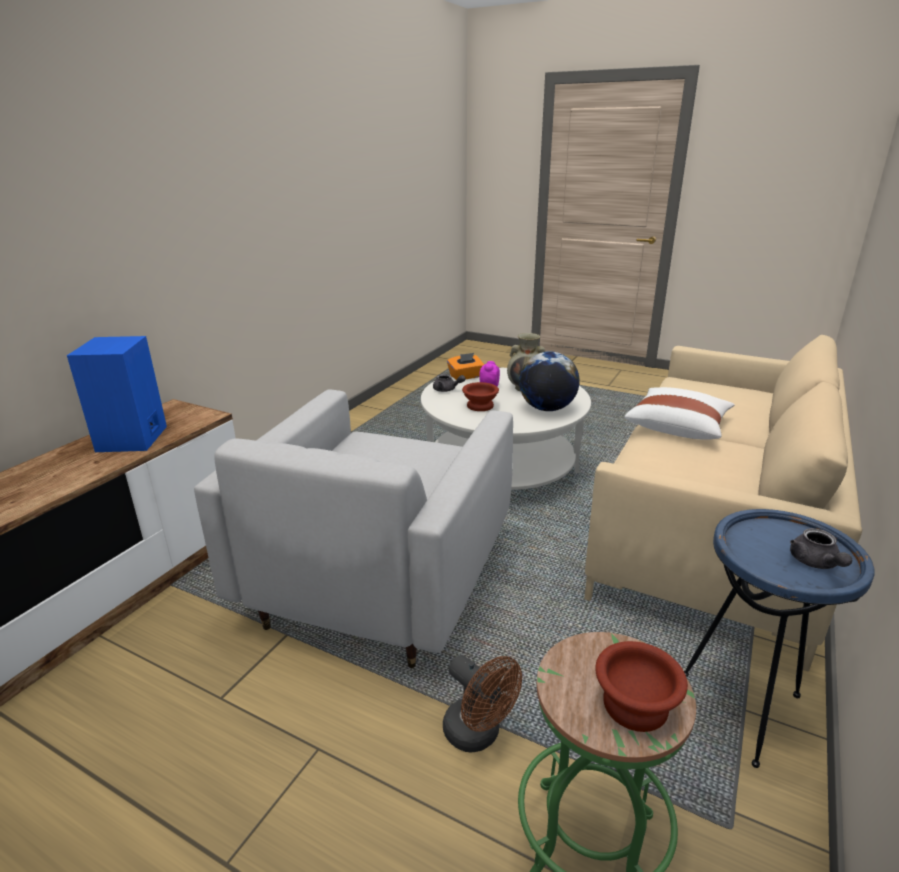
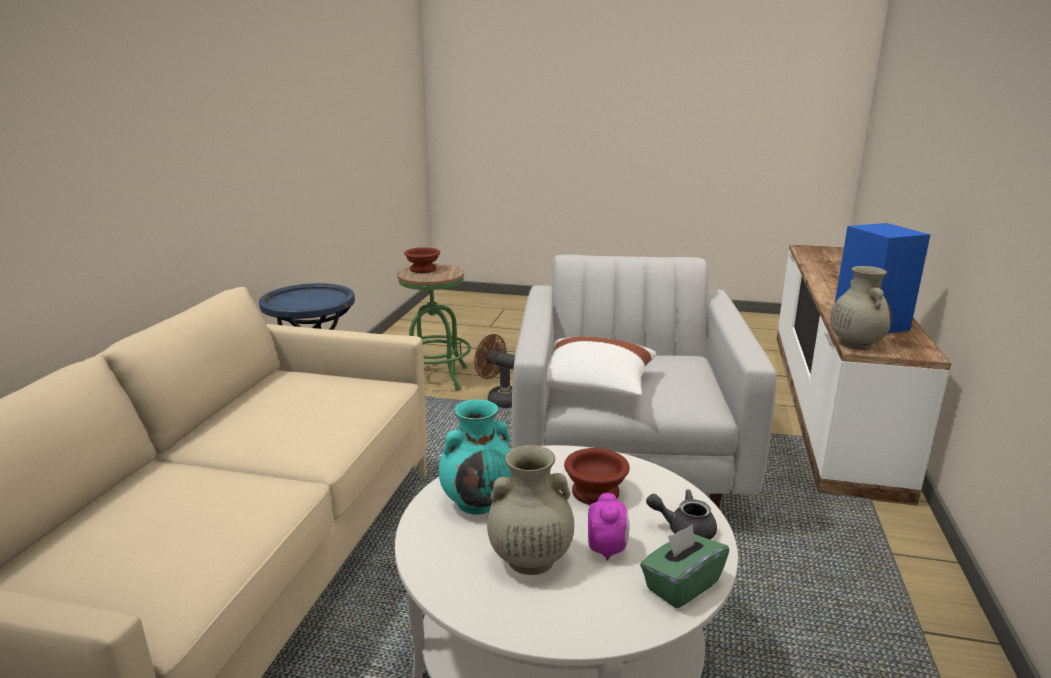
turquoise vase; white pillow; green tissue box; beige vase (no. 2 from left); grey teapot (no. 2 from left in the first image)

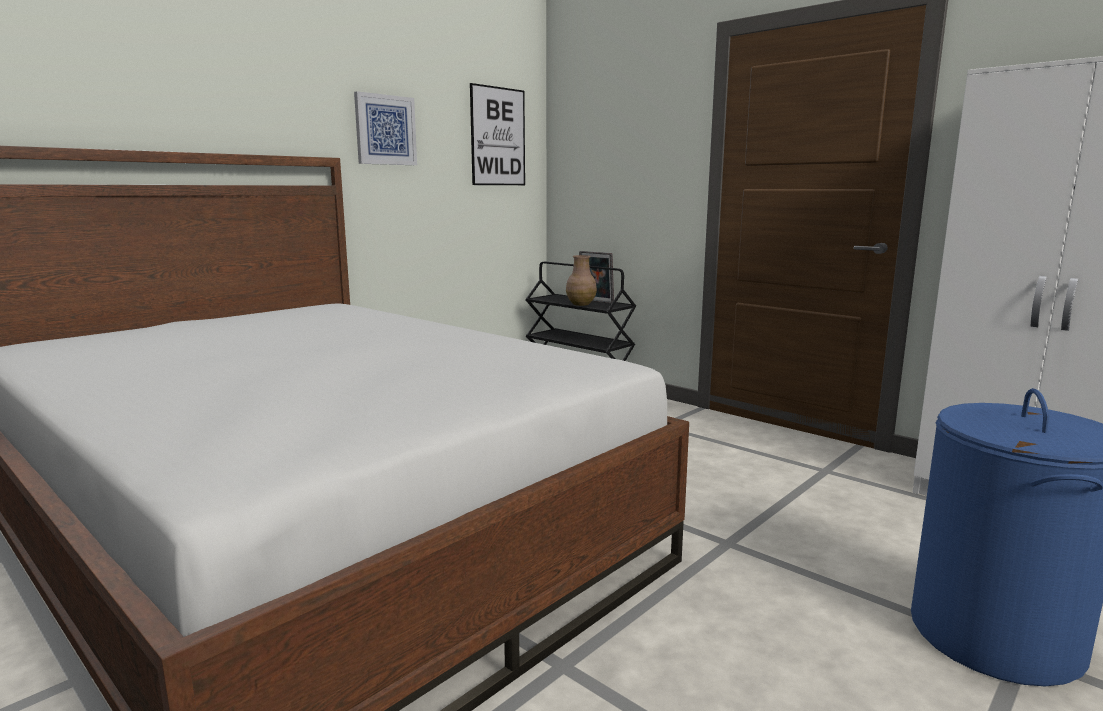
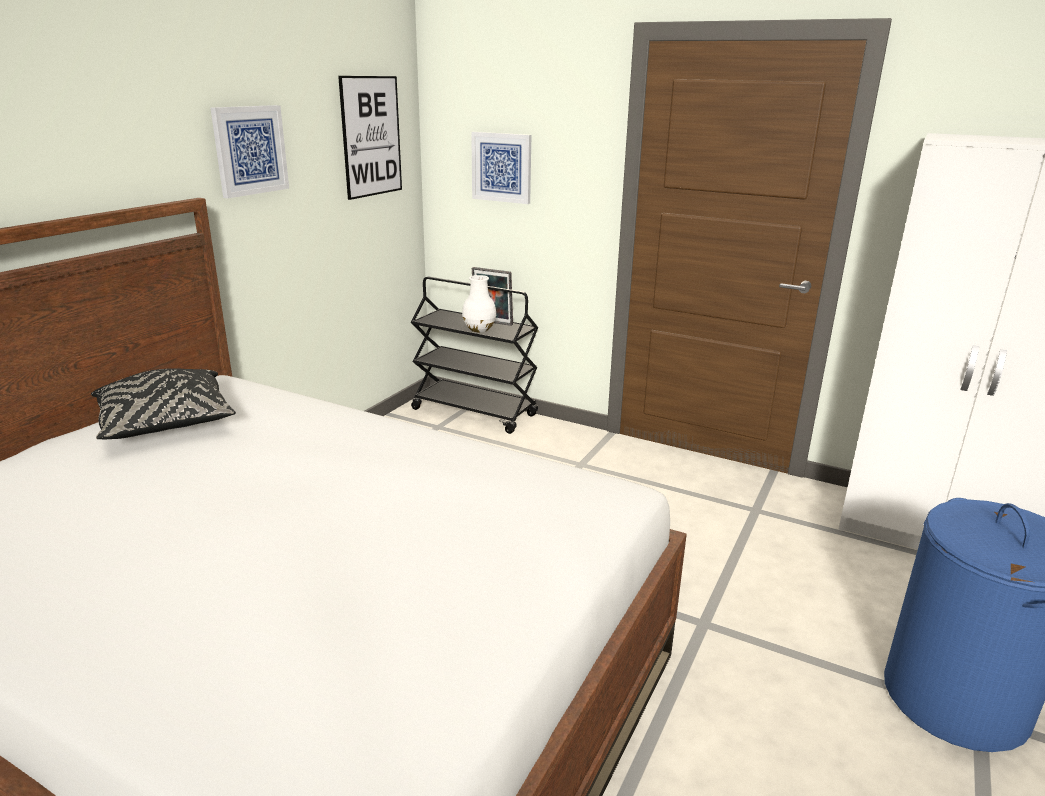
black pillow; white vase; picture (no. 3 from left)

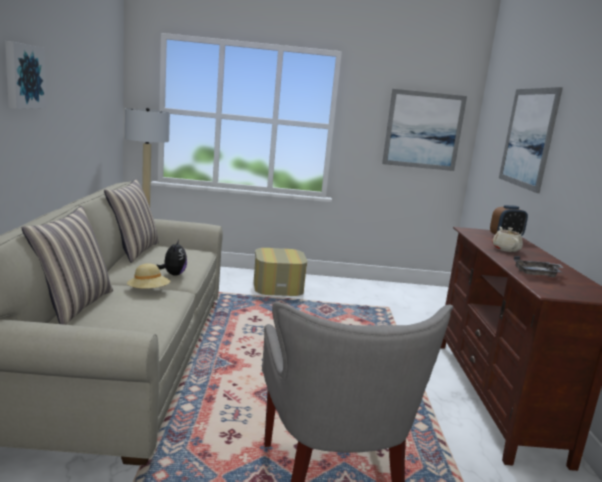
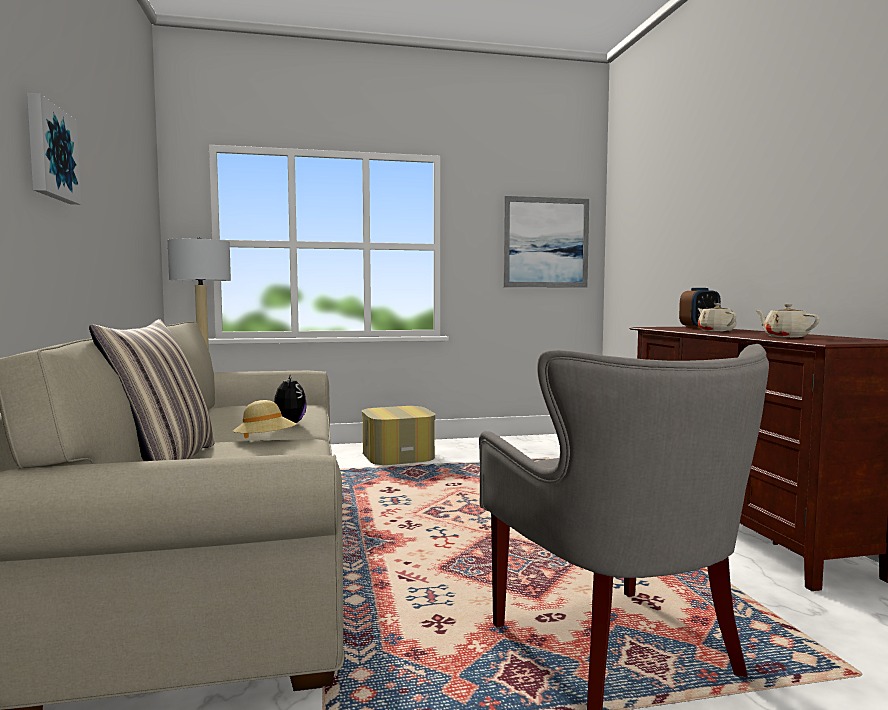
beige teapot (no. 2 from left); pillow (no. 2 from left in the first image); picture (no. 3 from left in the first image)

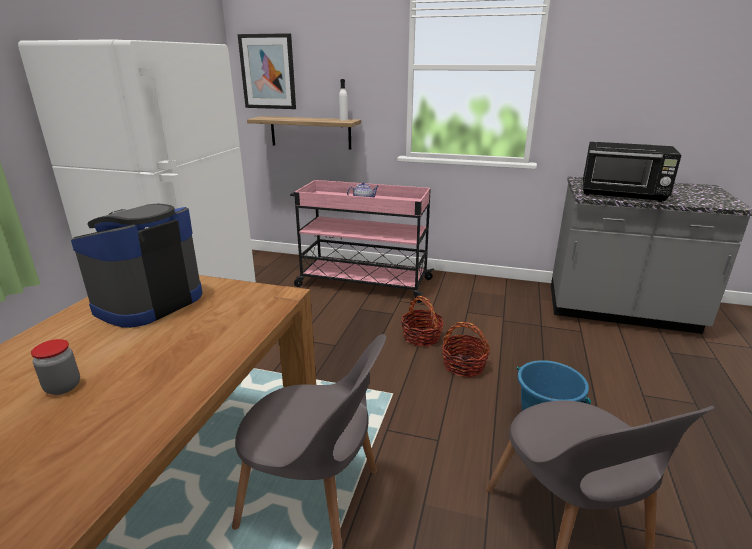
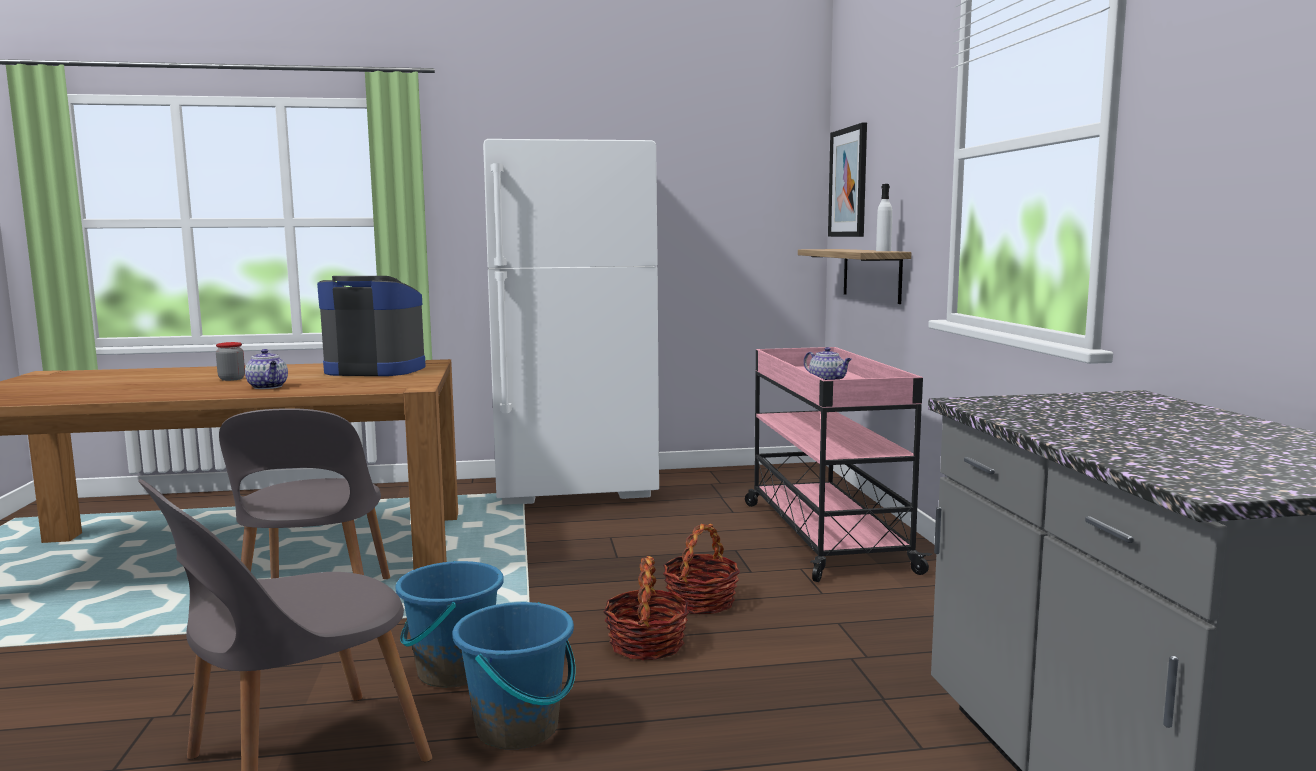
teapot (no. 1 from left); blue bucket (no. 1 from left); black microwave

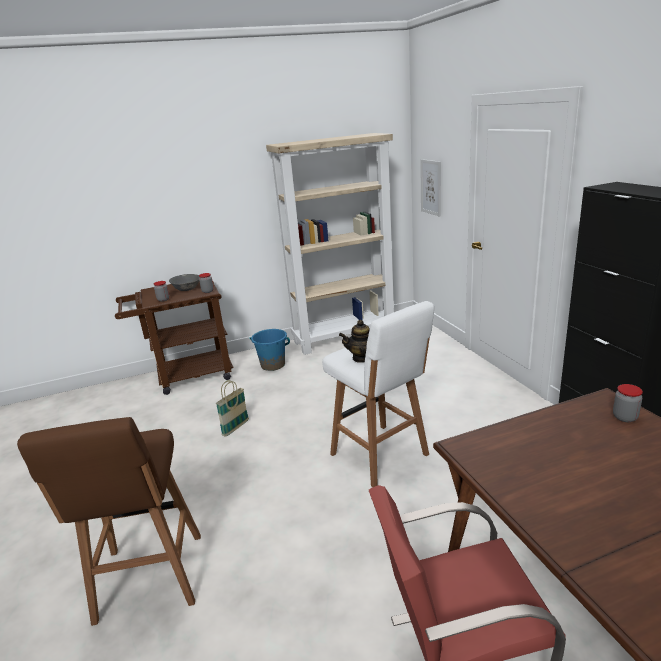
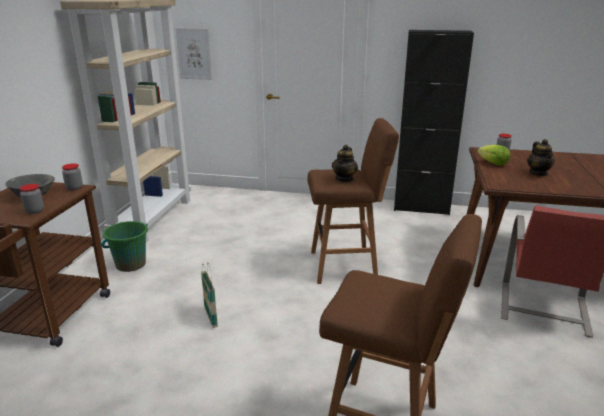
green bucket; brown stool (no. 1 from left); lettuce; teapot (no. 2 from left)

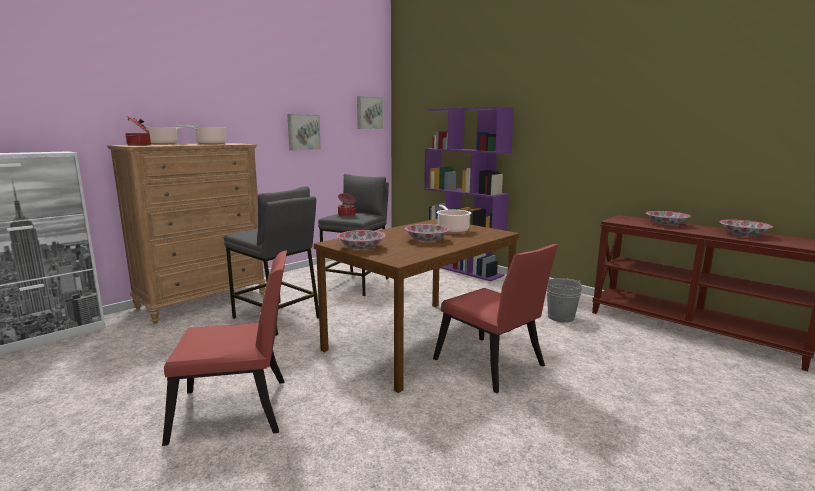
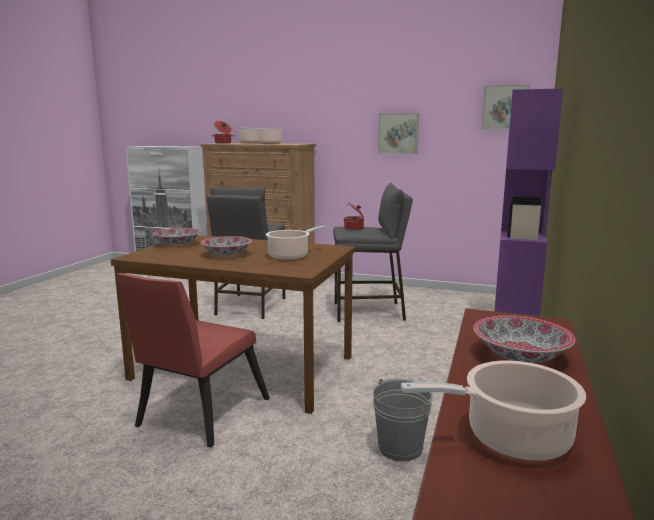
cooking pot (no. 6 from left); red chair (no. 1 from left in the first image)

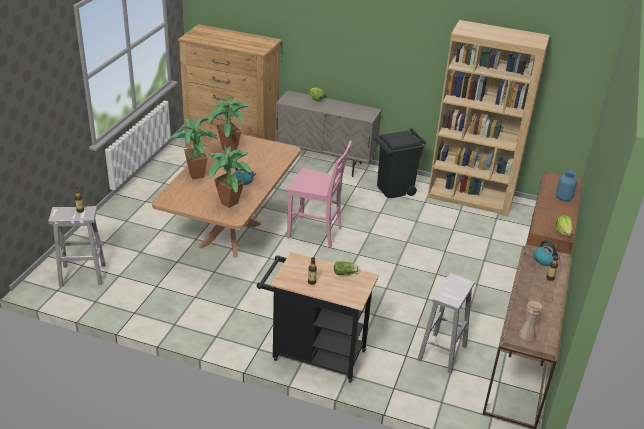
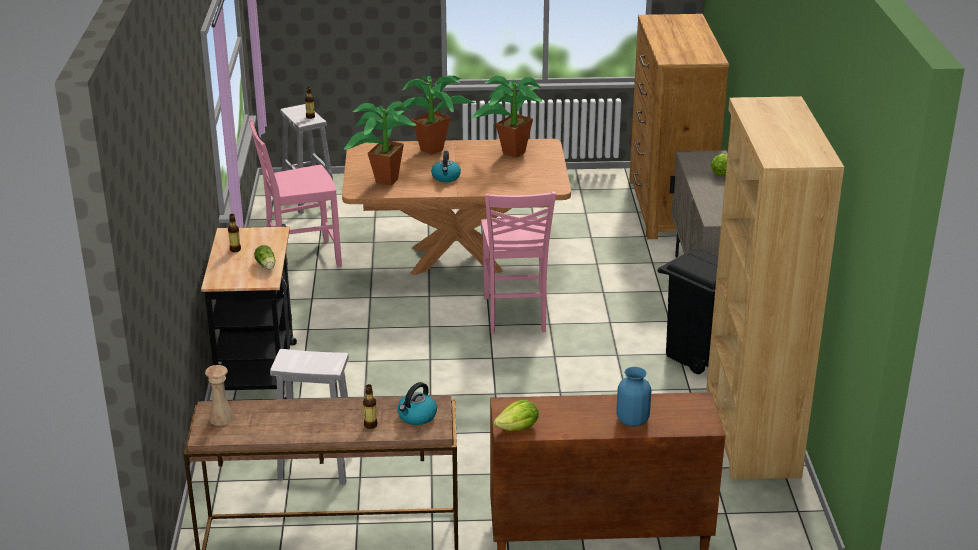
pink chair (no. 1 from left)

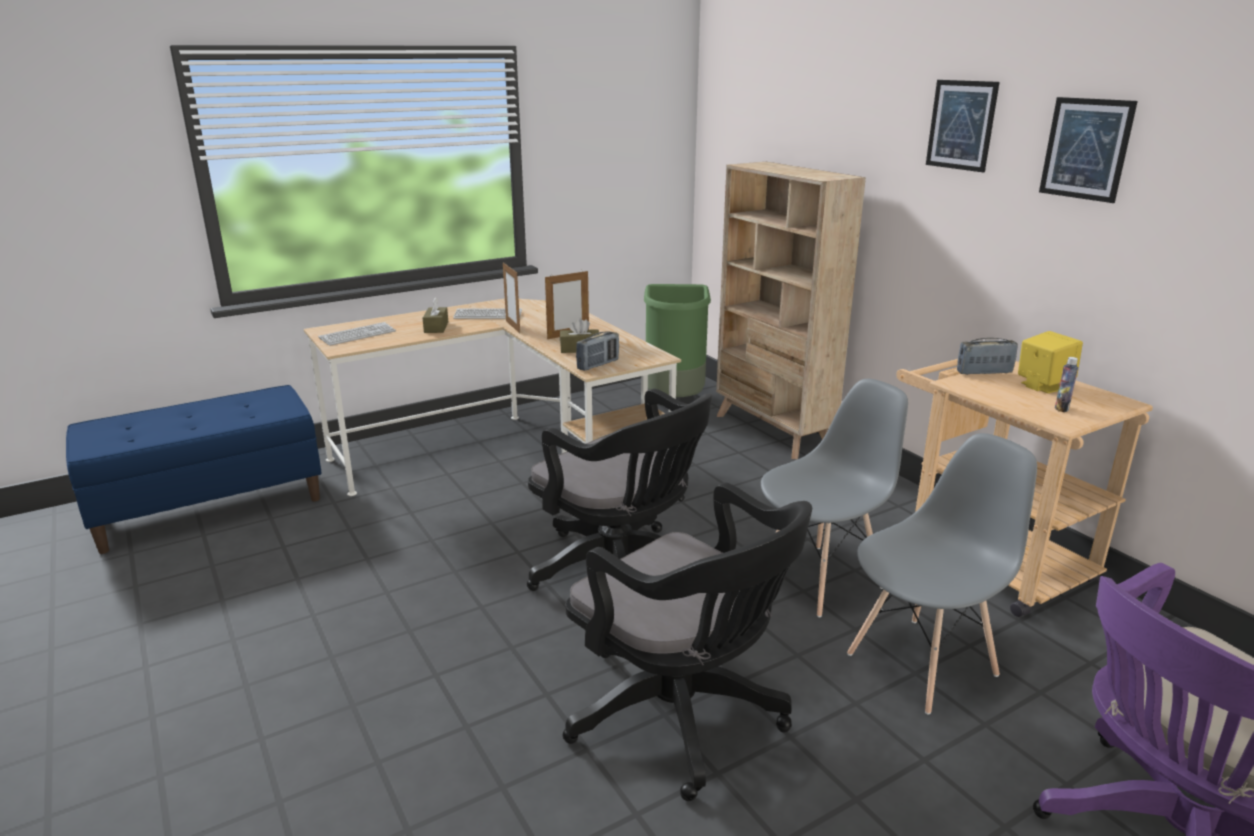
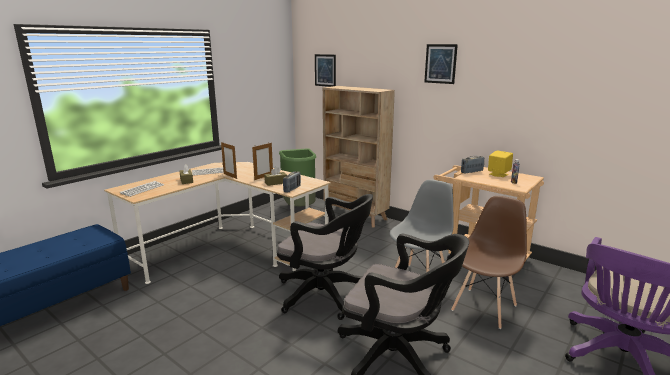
picture (no. 1 from left); brown chair

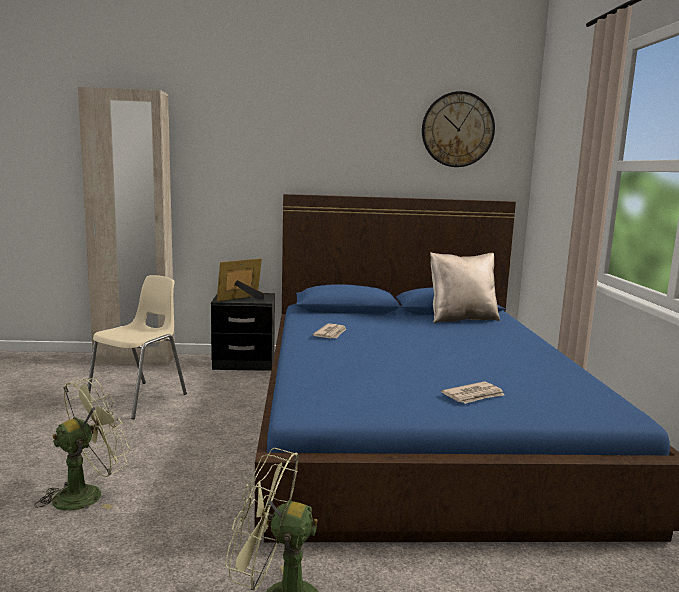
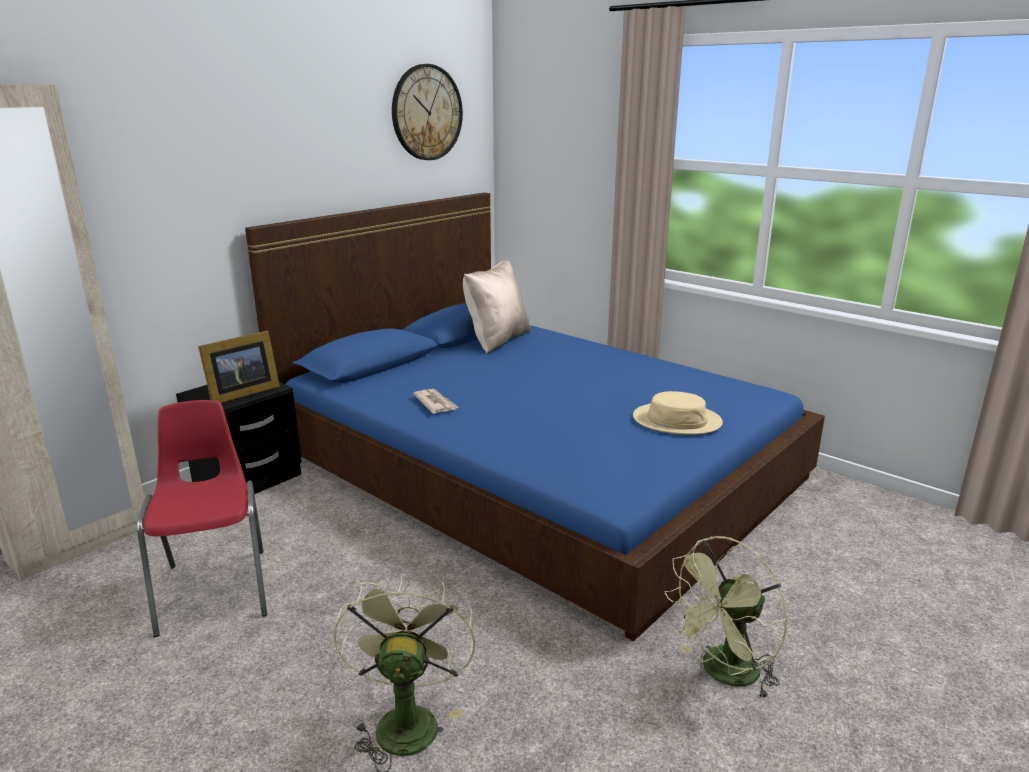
red chair; picture frame; beige hat

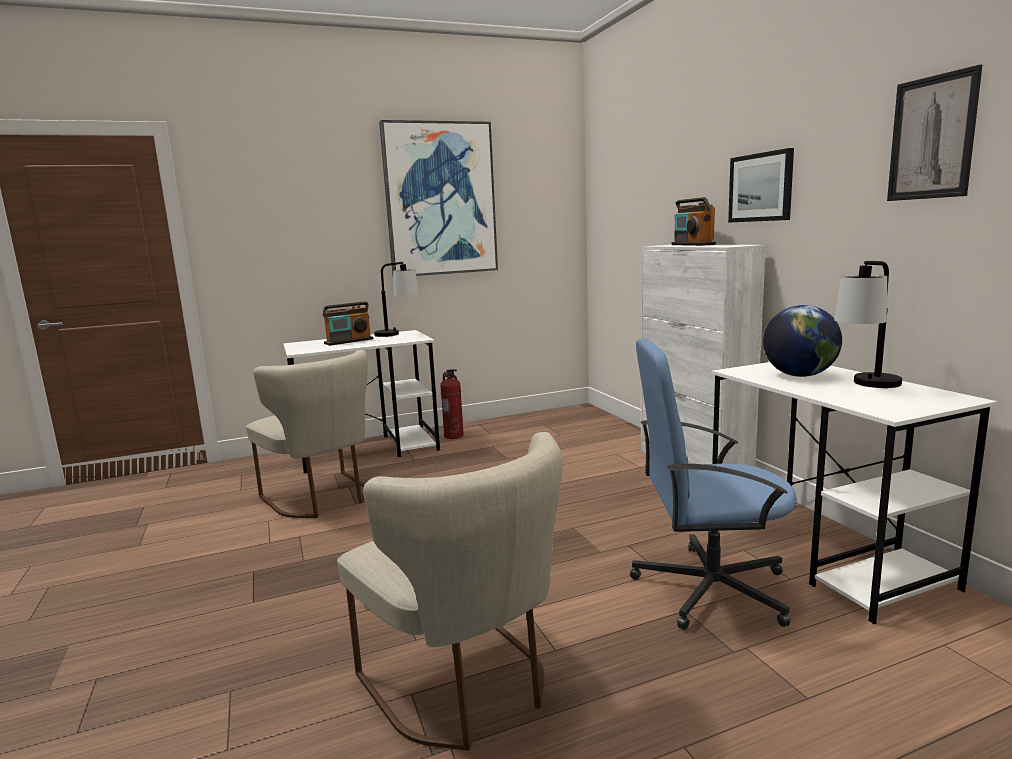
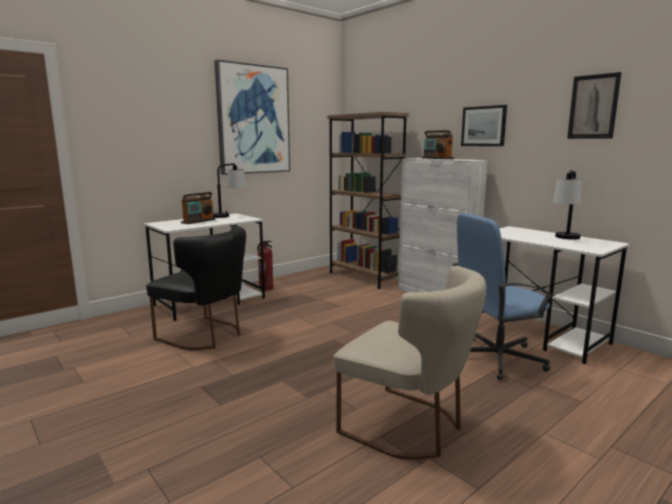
black chair; brown bookcase; globe

